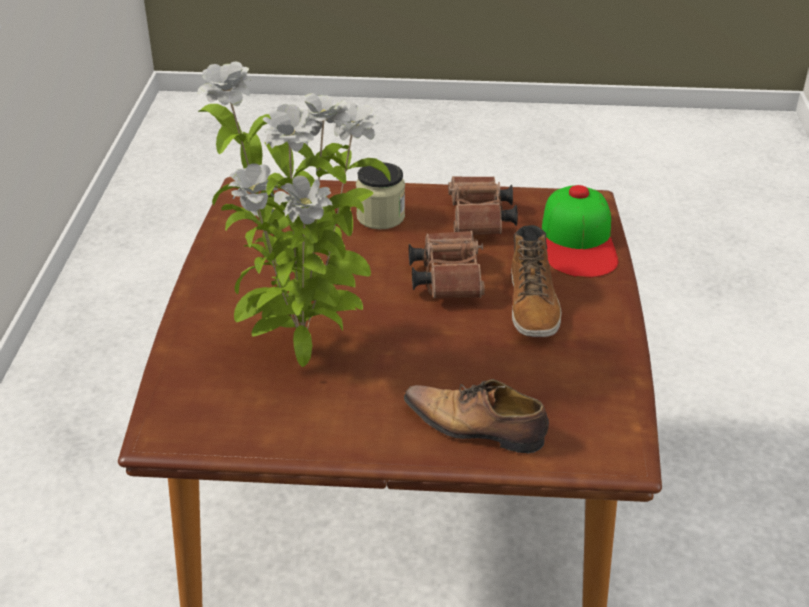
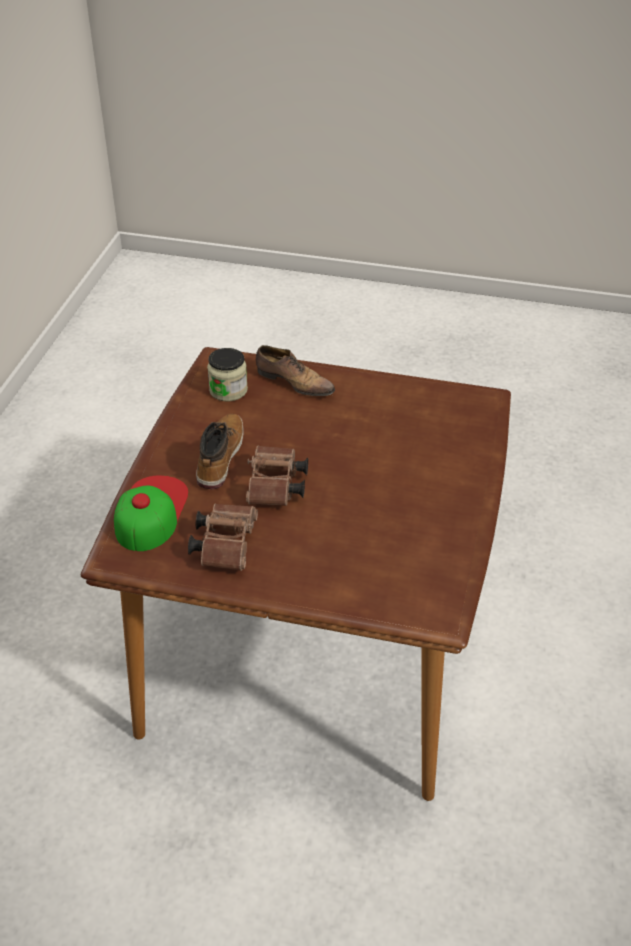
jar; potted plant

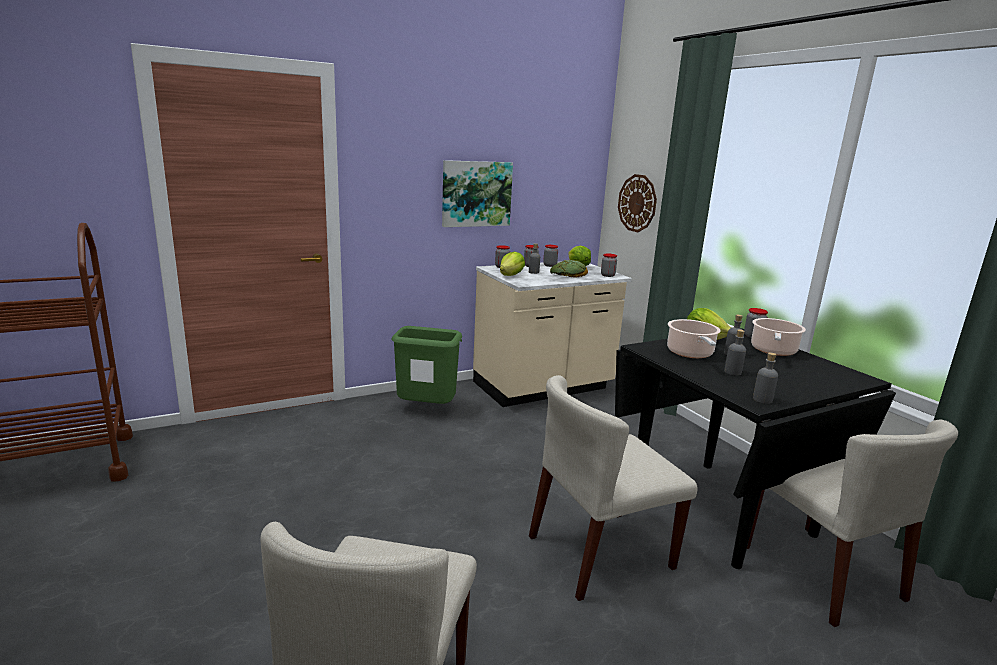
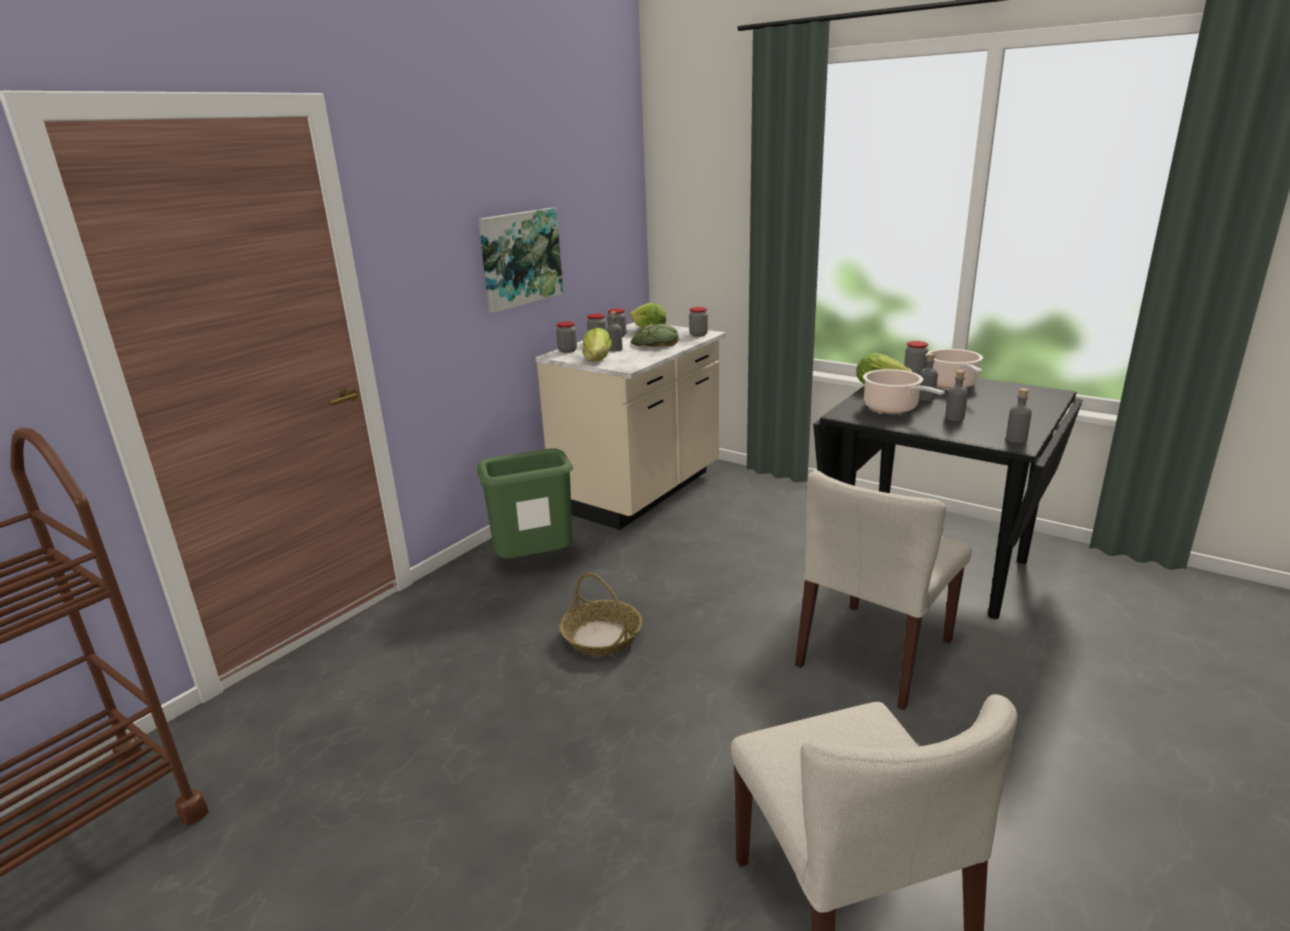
basket; wall clock; beige chair (no. 3 from left in the first image)

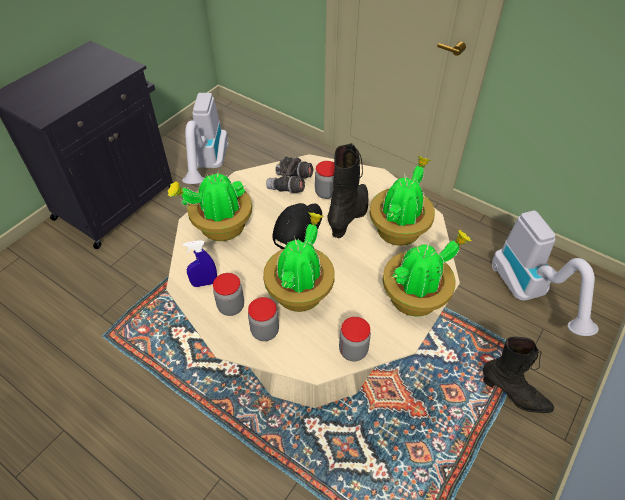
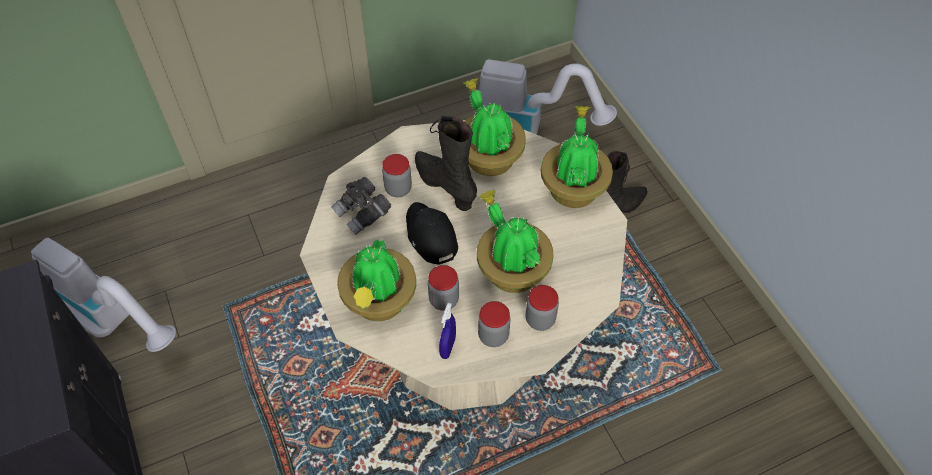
jar (no. 2 from left)

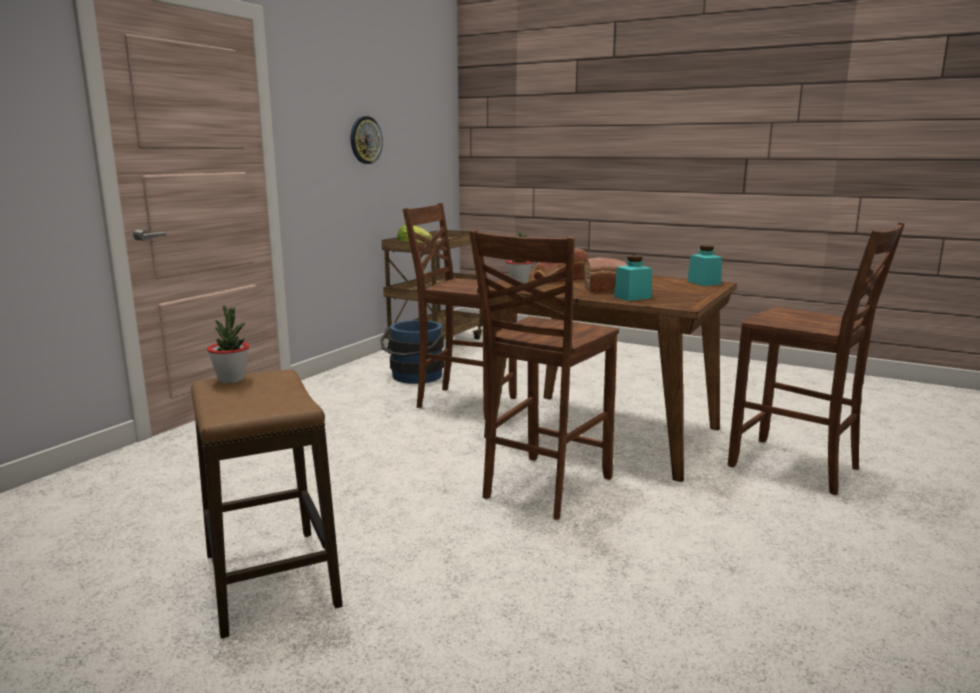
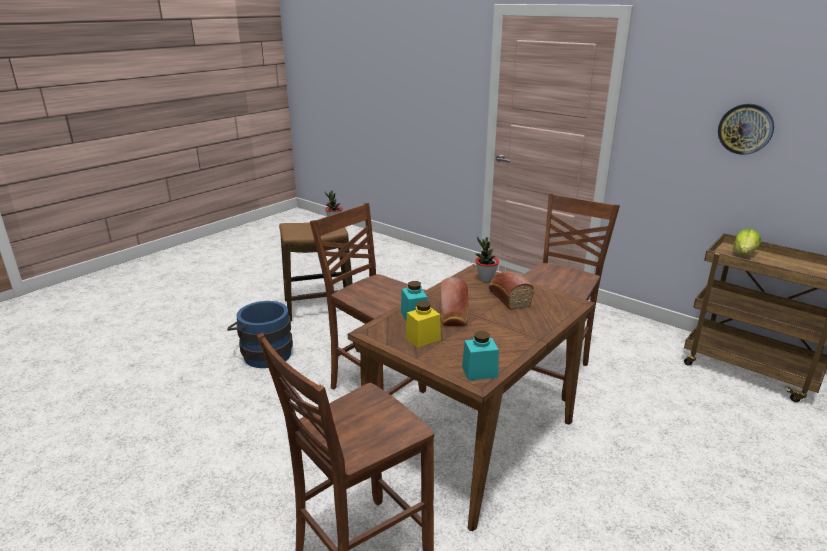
blue bucket; yellow jar

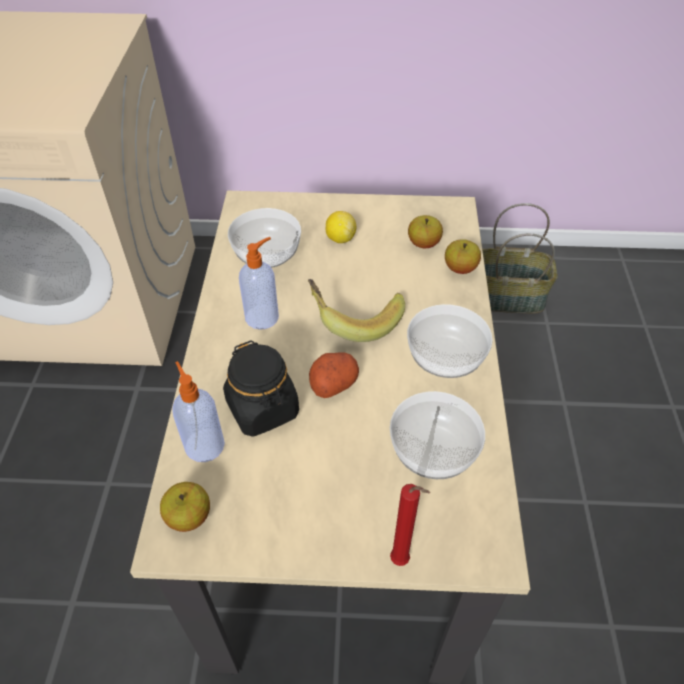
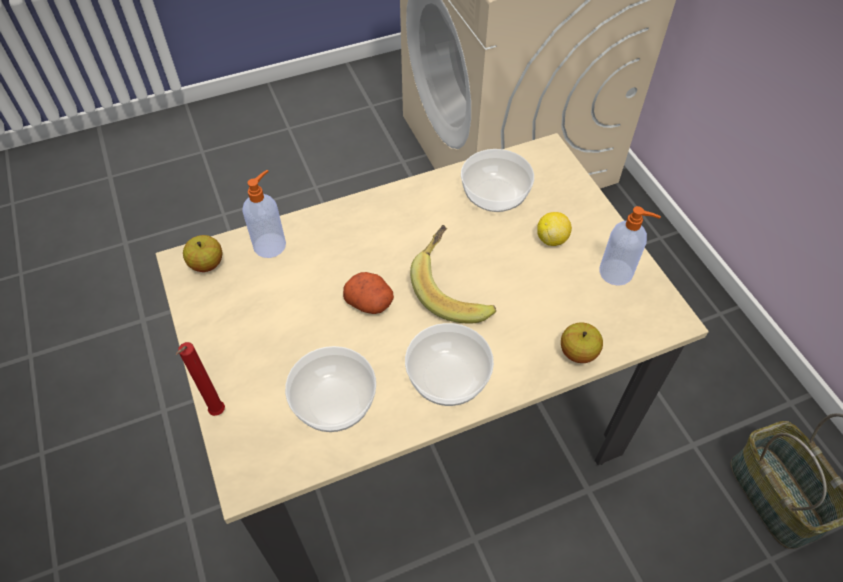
soap dispenser (no. 2 from left); black jar; apple (no. 2 from left in the first image)

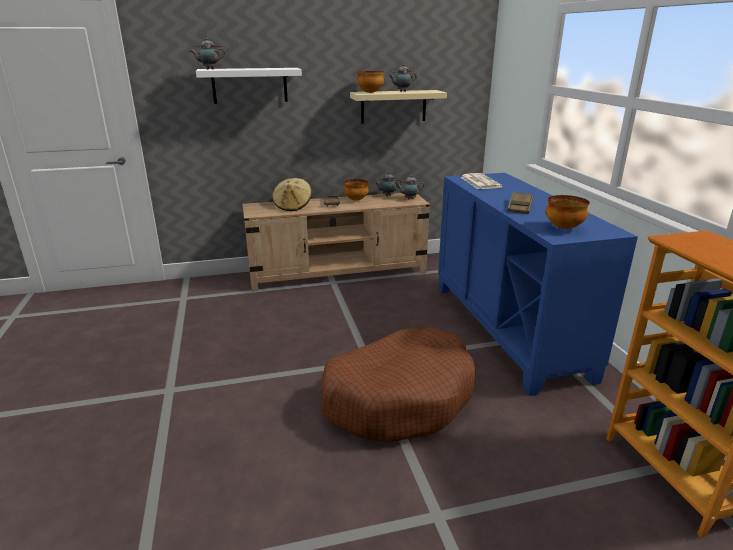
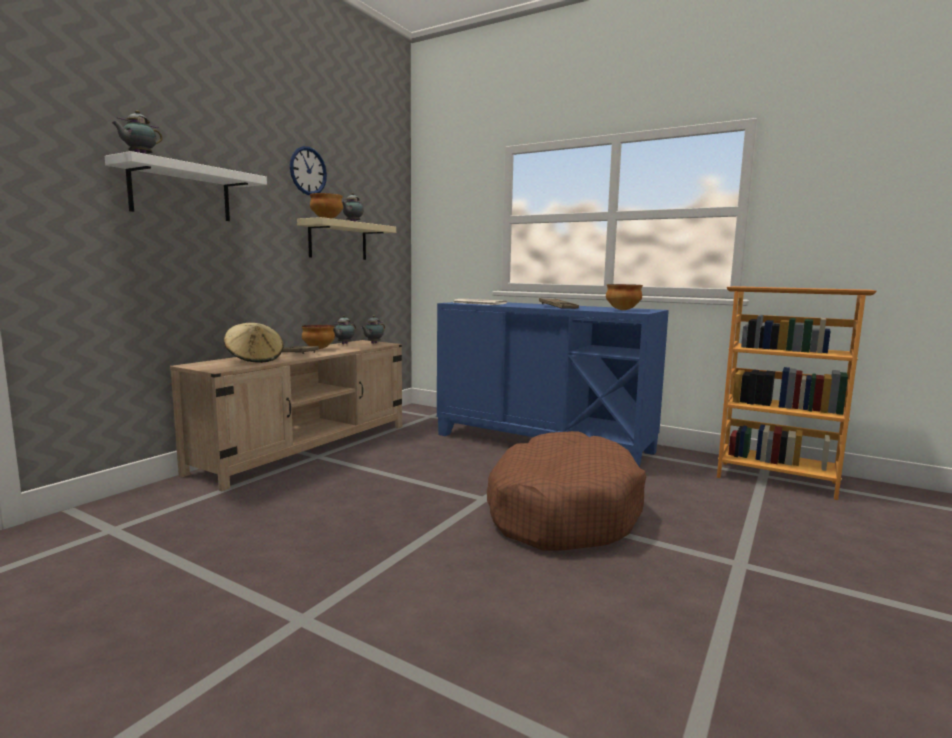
wall clock

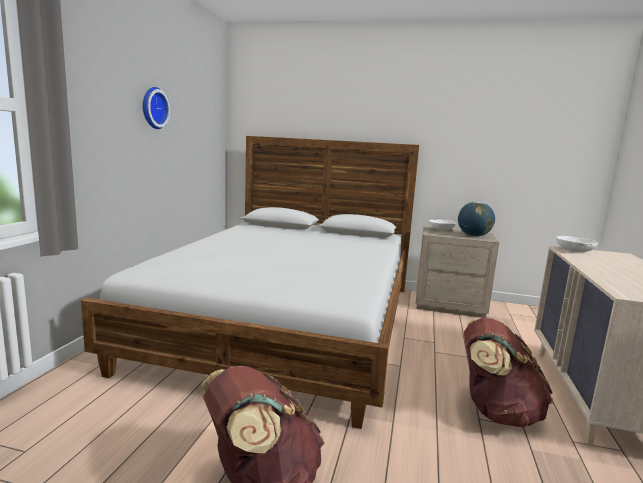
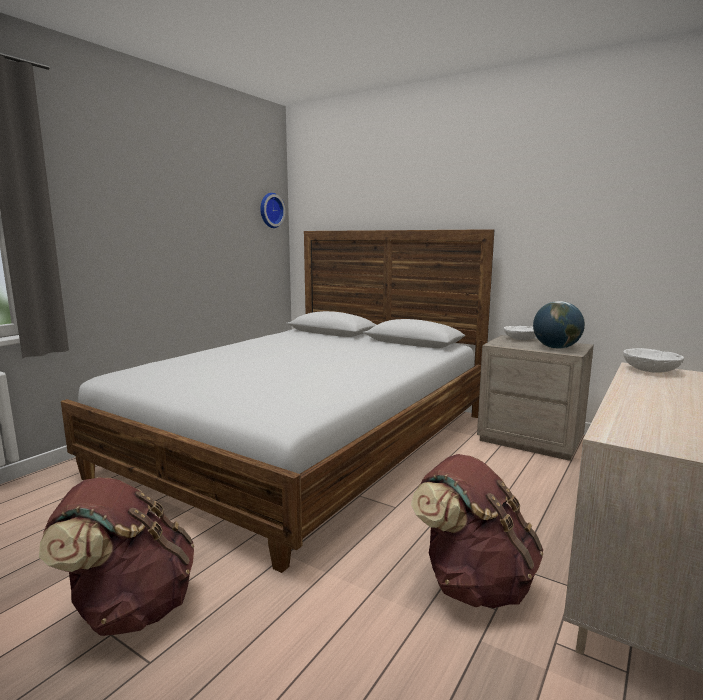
wall clock

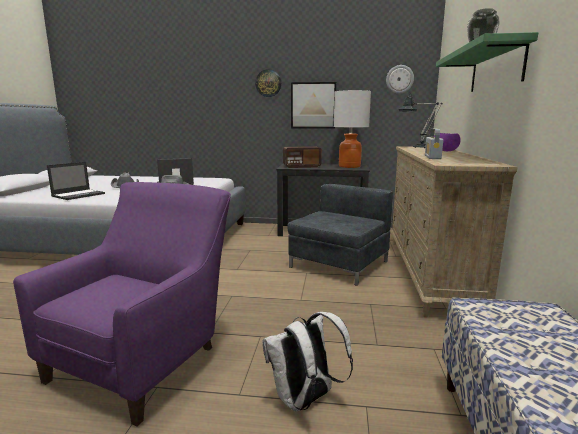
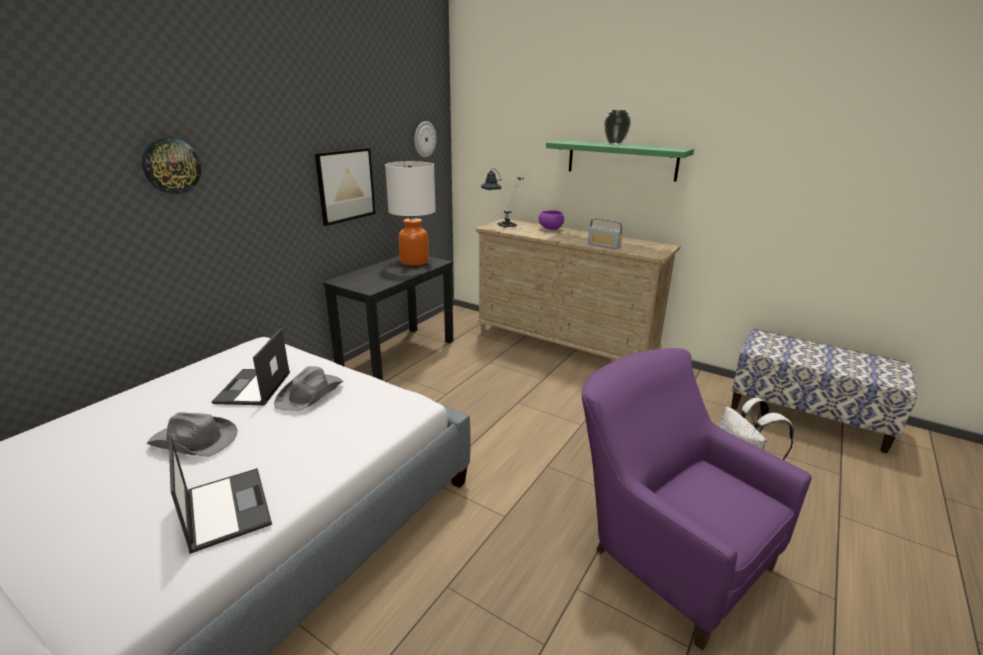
wall clock (no. 1 from left); radio (no. 1 from left in the first image); grey armchair

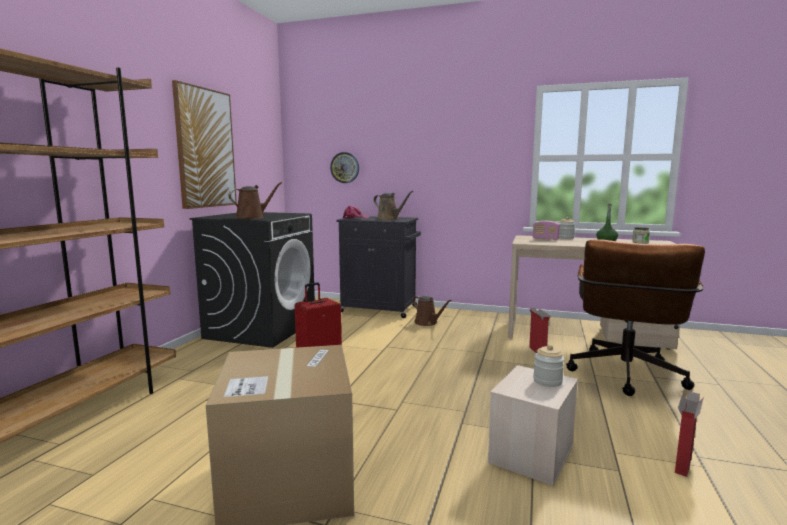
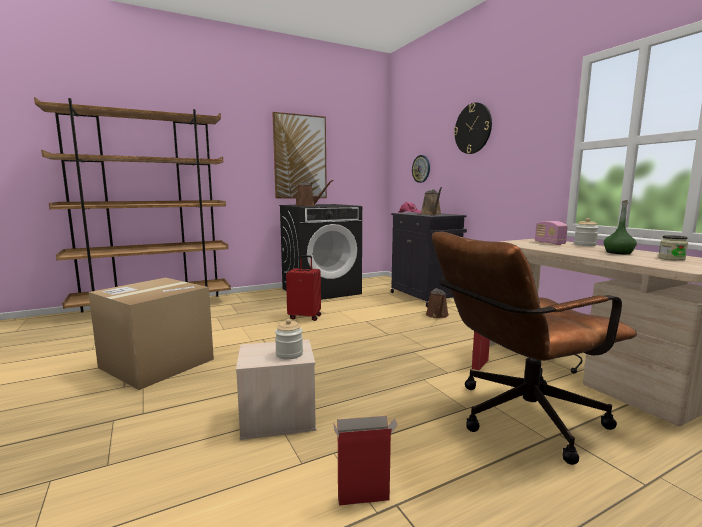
wall clock (no. 2 from left)

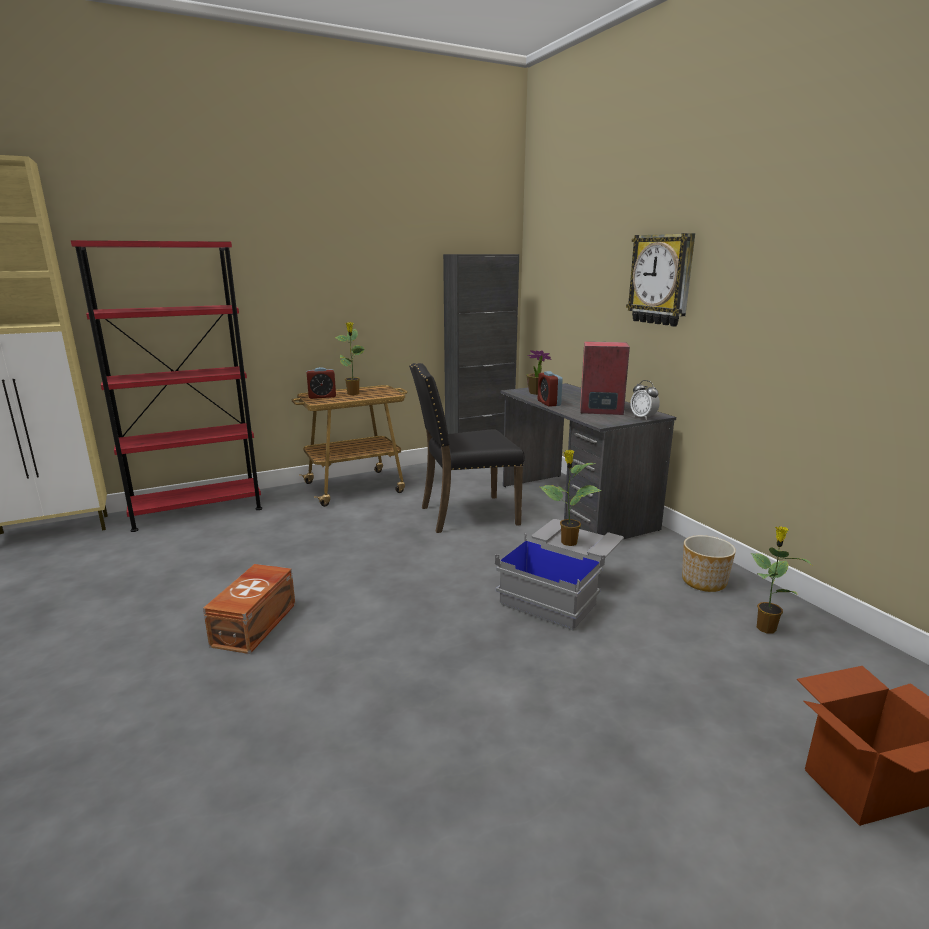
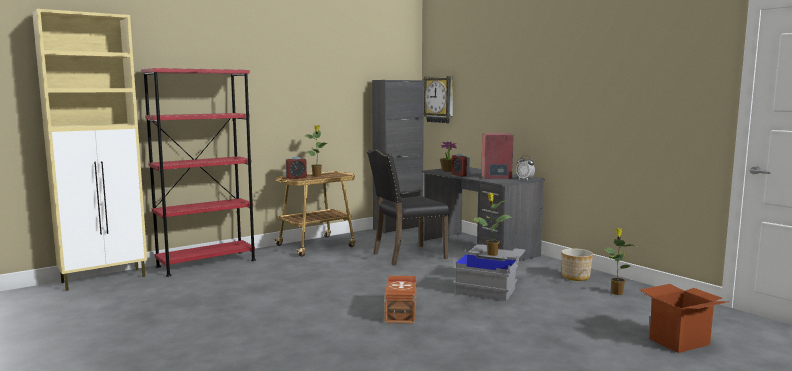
brown storage box; wall clock

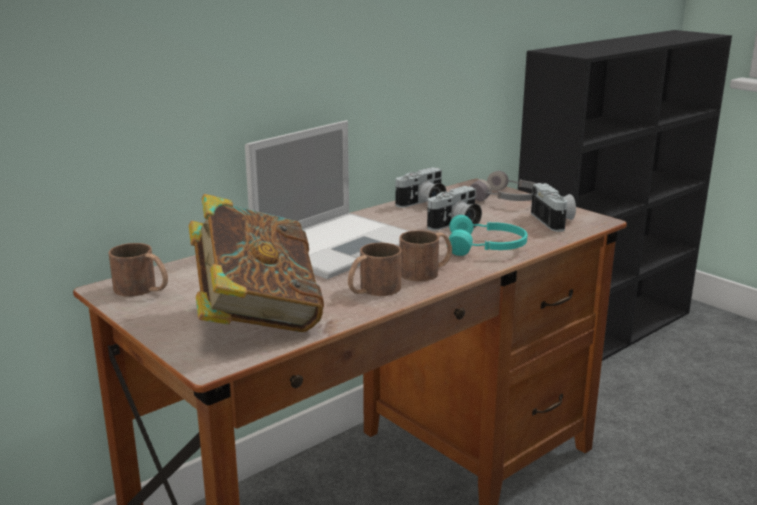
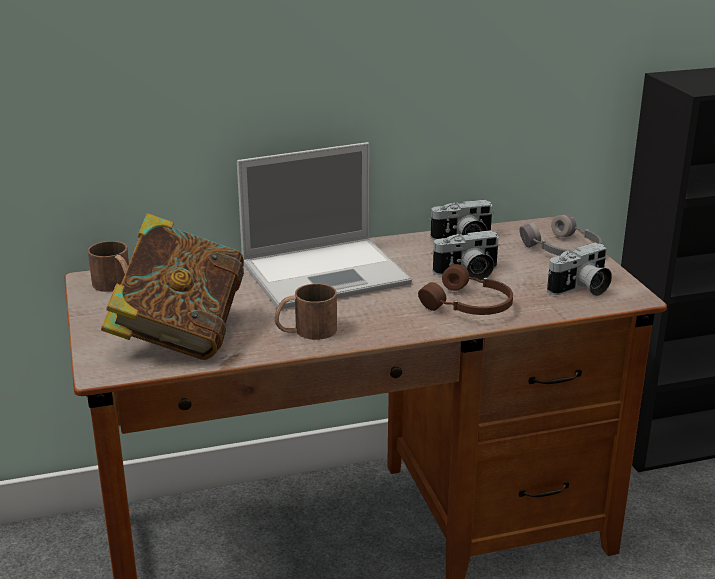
brown headphones; photo camera (no. 3 from left); brown mug (no. 3 from left in the first image)

